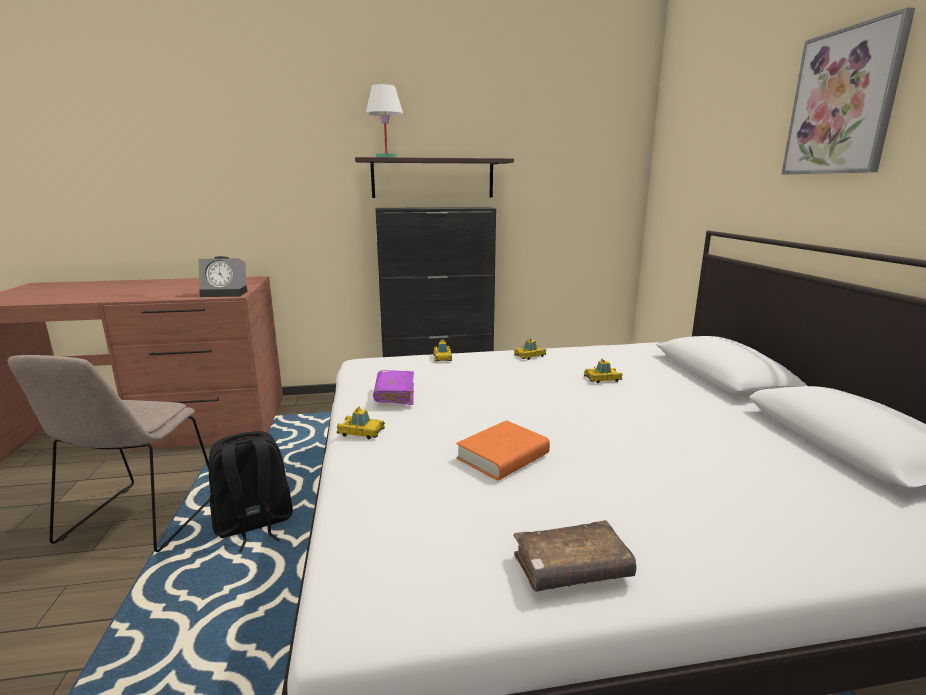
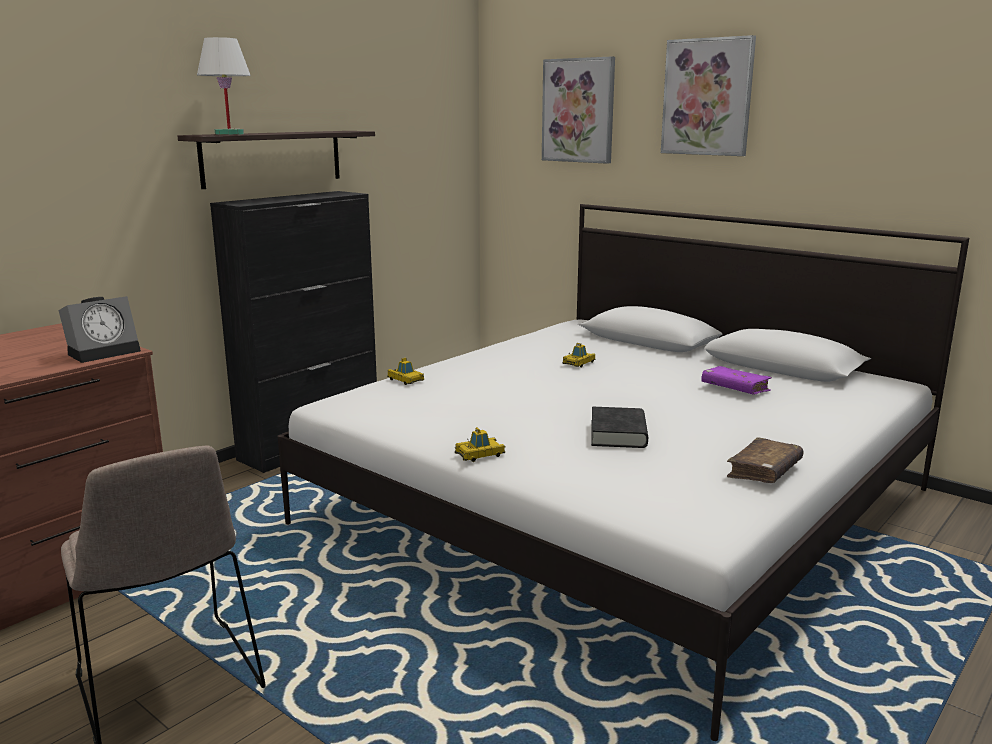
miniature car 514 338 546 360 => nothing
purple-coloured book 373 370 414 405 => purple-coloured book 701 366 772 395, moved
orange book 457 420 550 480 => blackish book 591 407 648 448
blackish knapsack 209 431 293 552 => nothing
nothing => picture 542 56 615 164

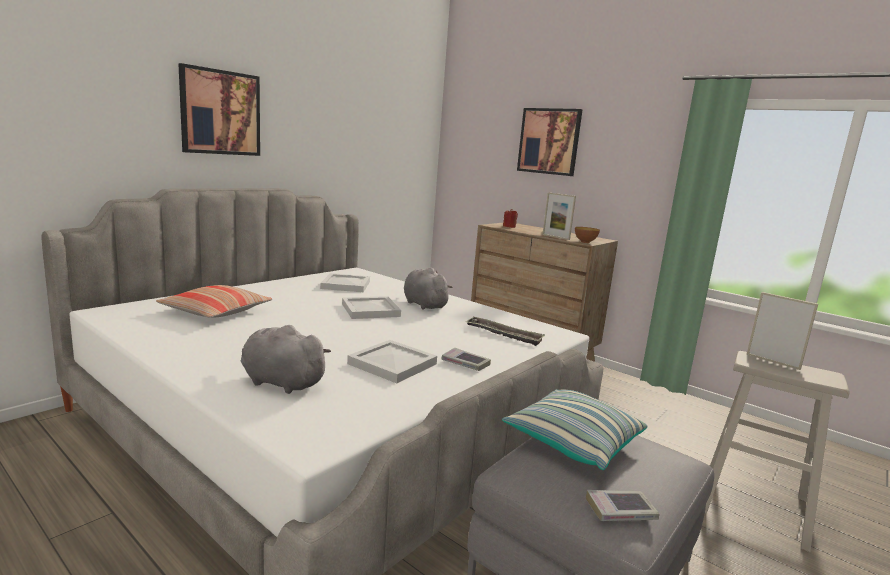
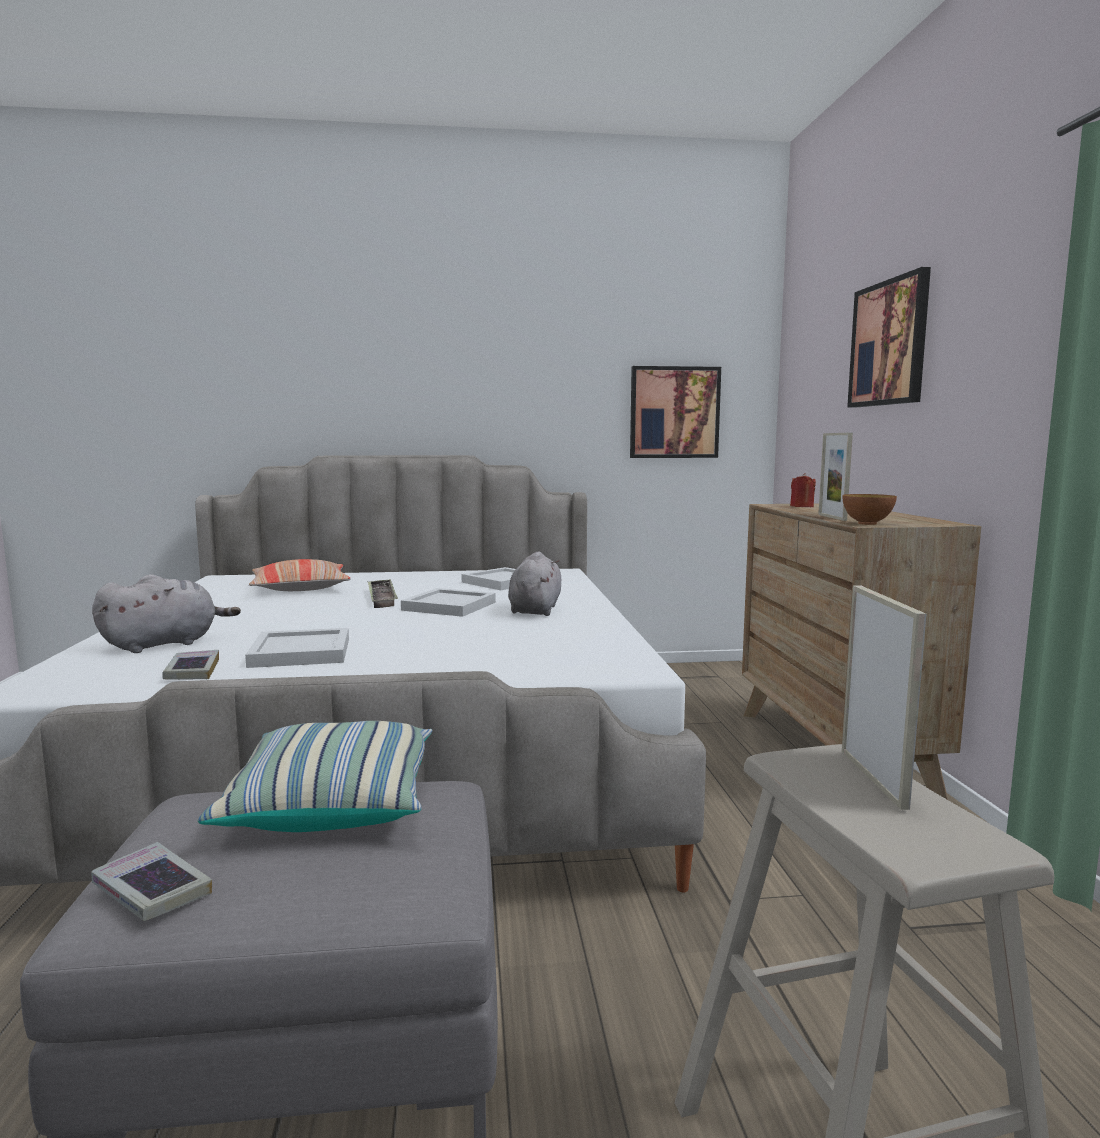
picture 178 63 260 156 => picture 630 366 721 458, moved
serving tray 465 317 545 346 => serving tray 368 579 398 608, moved
grey soft toy 241 325 331 394 => grey soft toy 92 574 241 653, 75 degrees clockwise
book 441 348 491 371 => book 162 650 219 680, moved

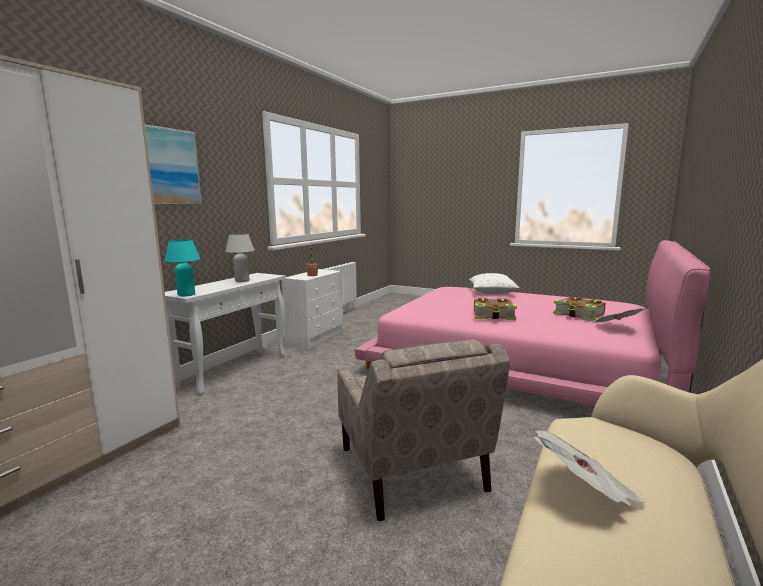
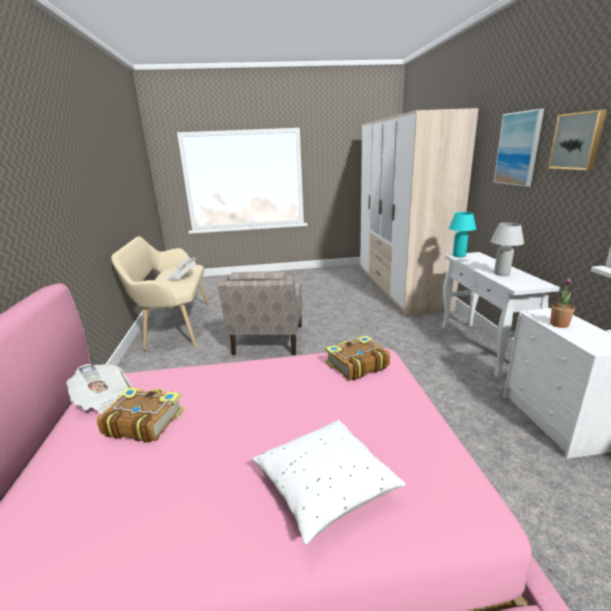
book 474 298 517 320 => book 325 335 390 380, moved
sand-coloured armchair 337 339 510 521 => sand-coloured armchair 218 271 302 355, 120 degrees counterclockwise
nothing => picture 548 109 607 170

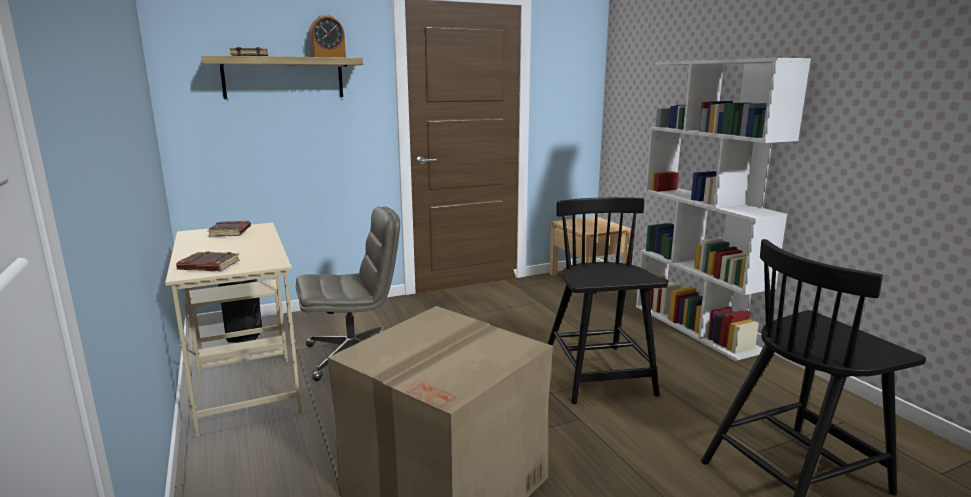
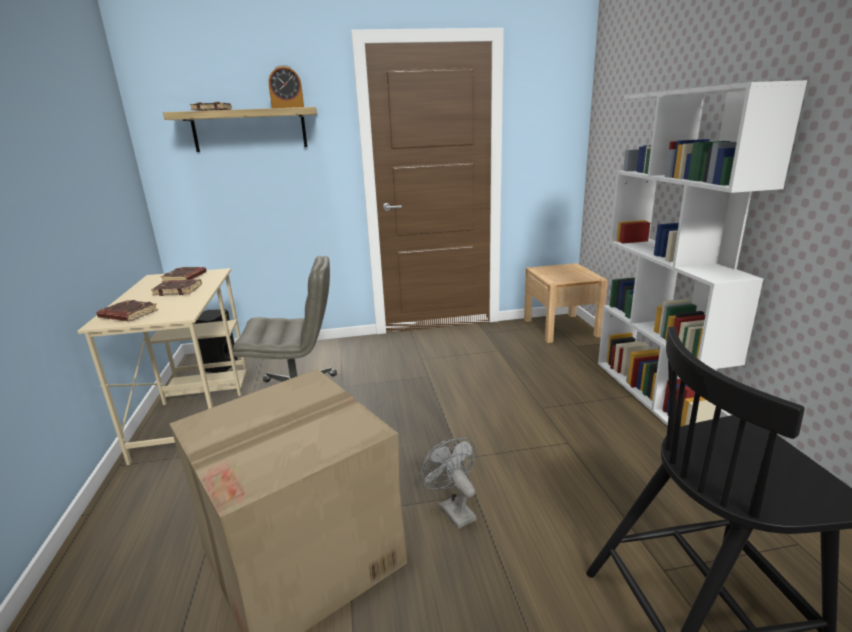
blackish chair 548 197 668 404 => nothing
nothing => brown book 151 279 202 296
nothing => grey electric fan 420 438 477 529

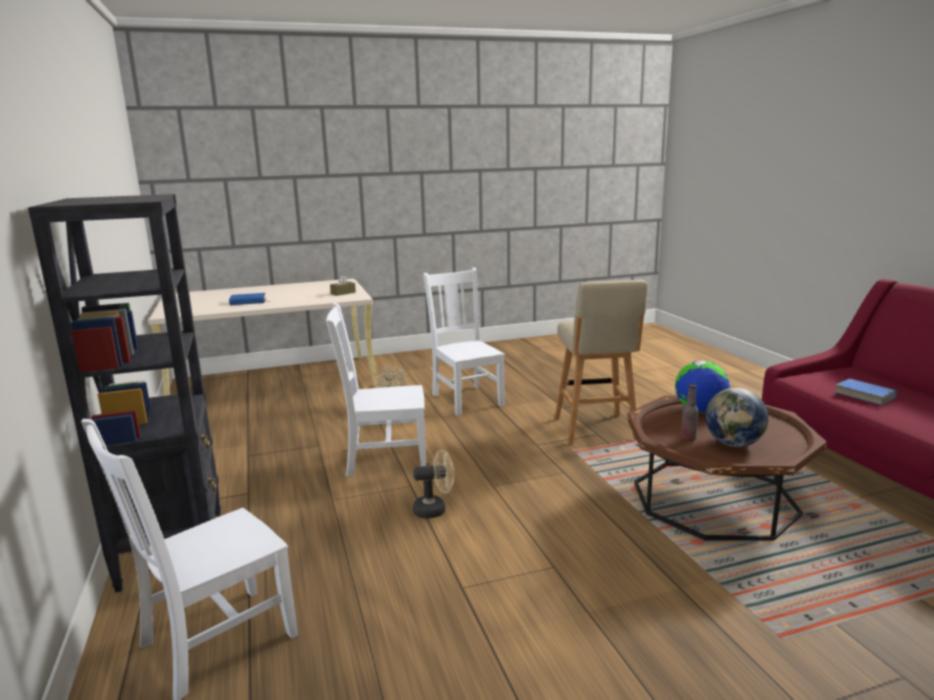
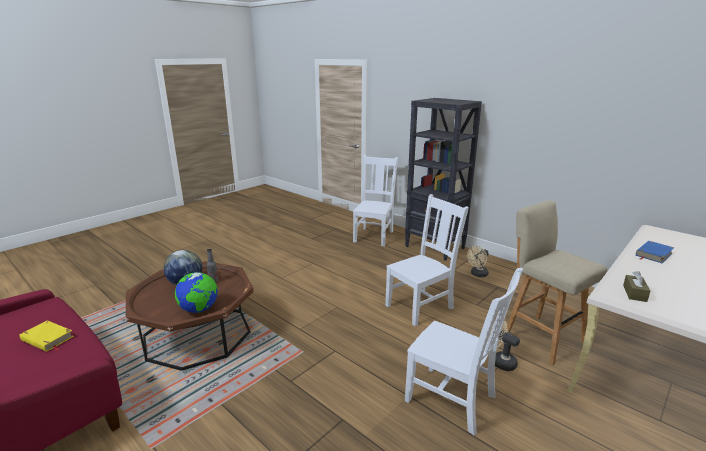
sand-coloured stool 554 280 647 445 => sand-coloured stool 505 200 607 365, moved
blue-coloured book 834 378 897 405 => yellow-coloured book 19 320 74 352
sand-coloured electric fan 413 449 454 518 => sand-coloured electric fan 467 246 489 277, moved

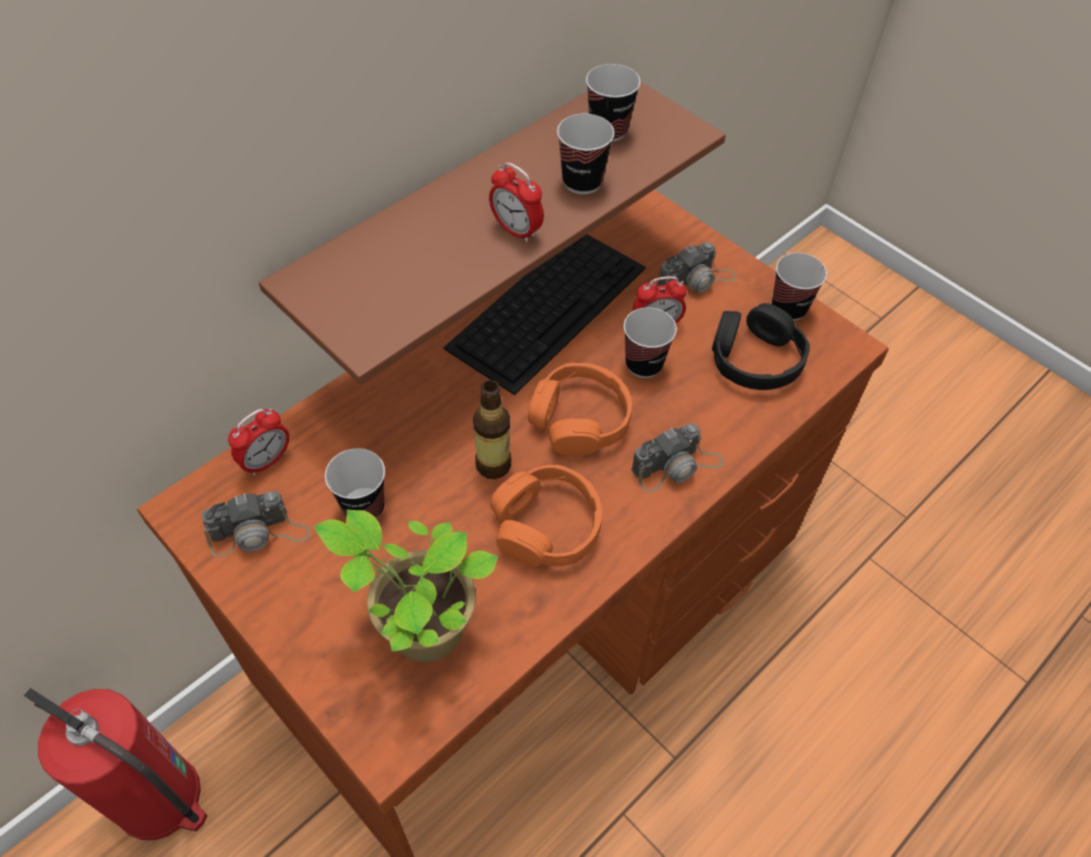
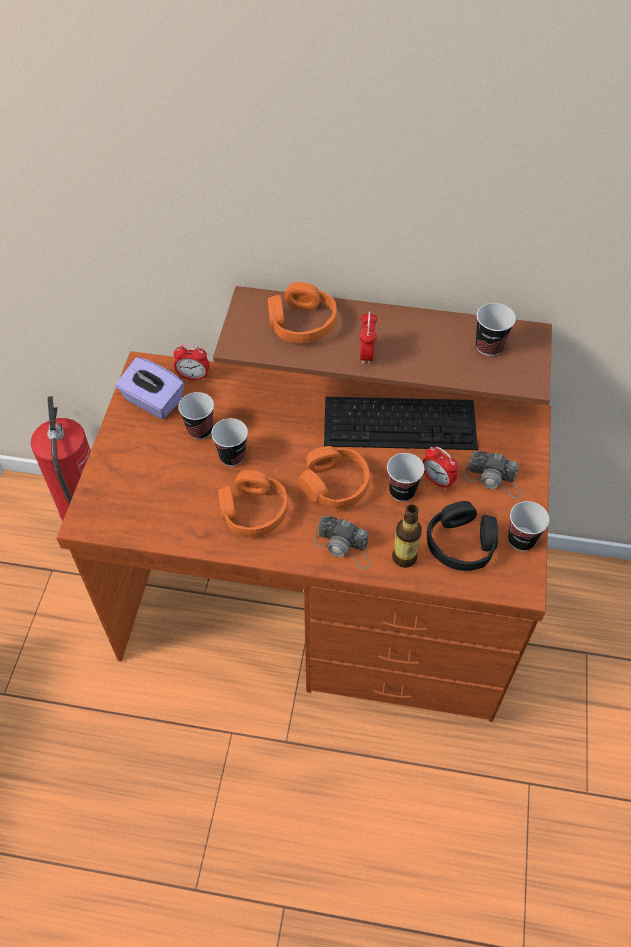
small cup 557 114 614 194 => small cup 211 418 248 466, moved
beverage bottle 473 380 511 479 => beverage bottle 392 504 422 568, moved
still camera 201 491 310 557 => purple-coloured tissue holder 116 357 184 419
potted plant 314 509 498 662 => nothing
nothing => orange pair of headphones 268 282 337 343

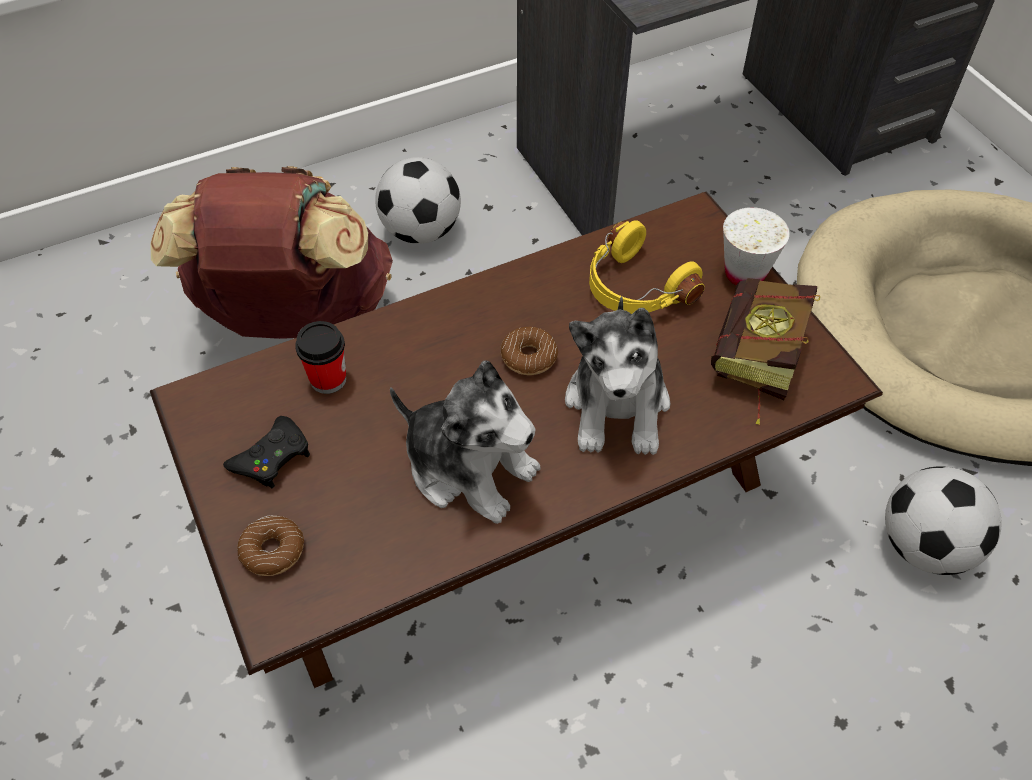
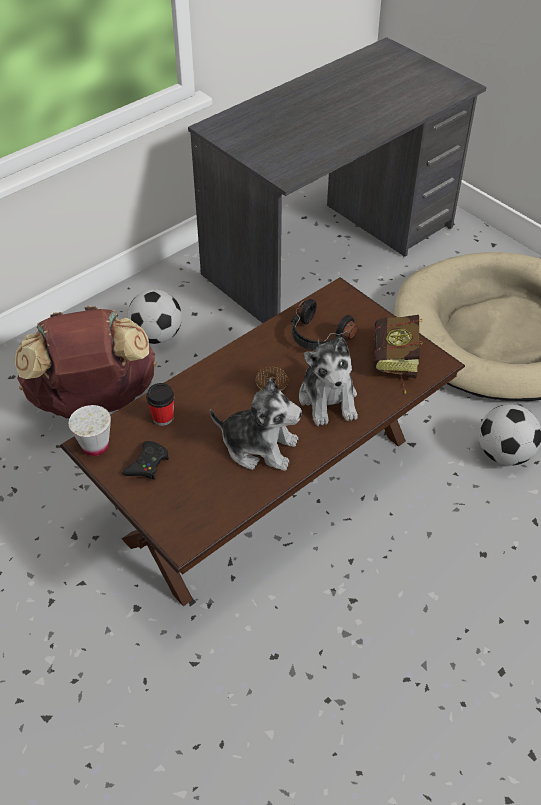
whitish small cup 723 207 790 286 => whitish small cup 69 405 111 456, moved
yellow-coloured pair of headphones 589 220 705 314 => blackish pair of headphones 291 299 358 350
donut 237 515 304 576 => nothing

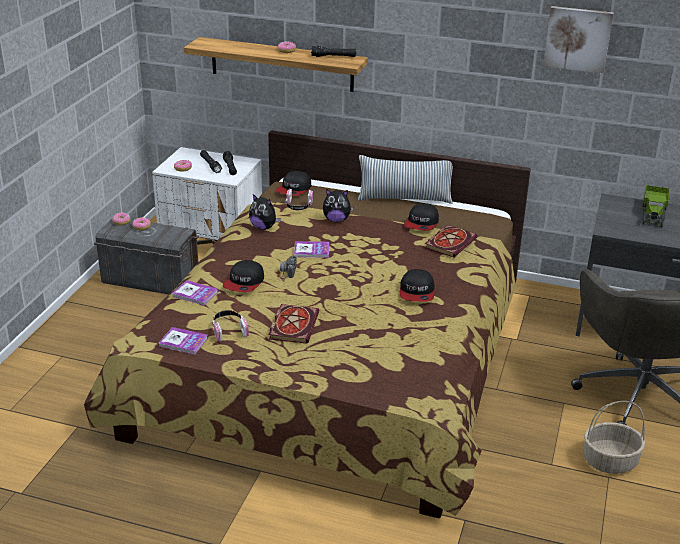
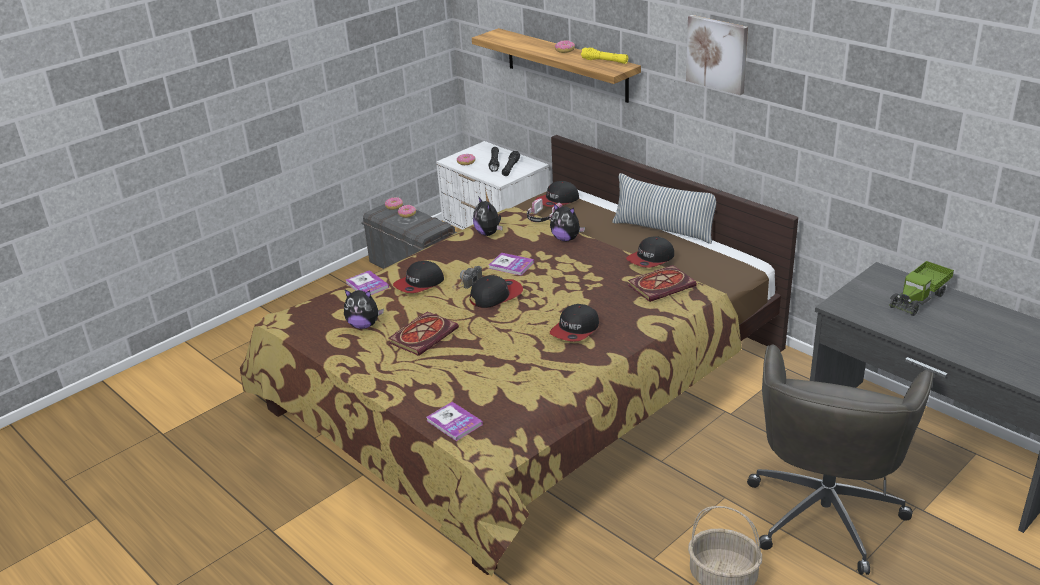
picture 543 6 614 74 => picture 686 15 748 95, moved
blackish hand torch 311 46 356 57 => yellow-coloured hand torch 581 47 628 64
pair of headphones 212 310 249 341 => soft toy 344 290 384 329
book 159 327 208 355 => book 426 402 483 441, moved
nothing => peaked cap 470 275 523 308

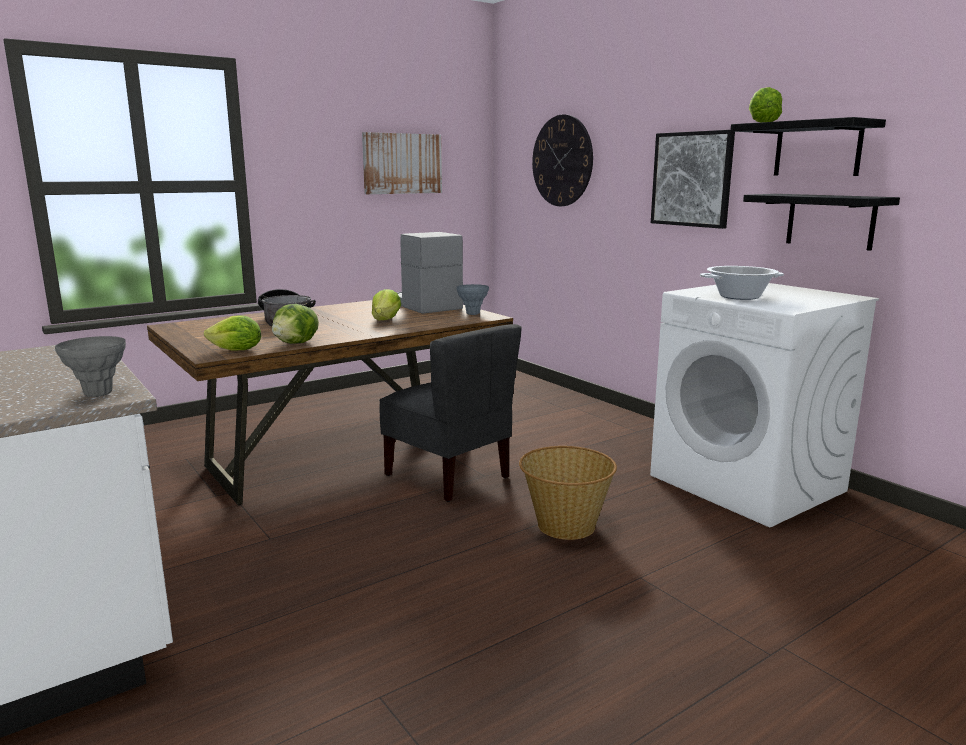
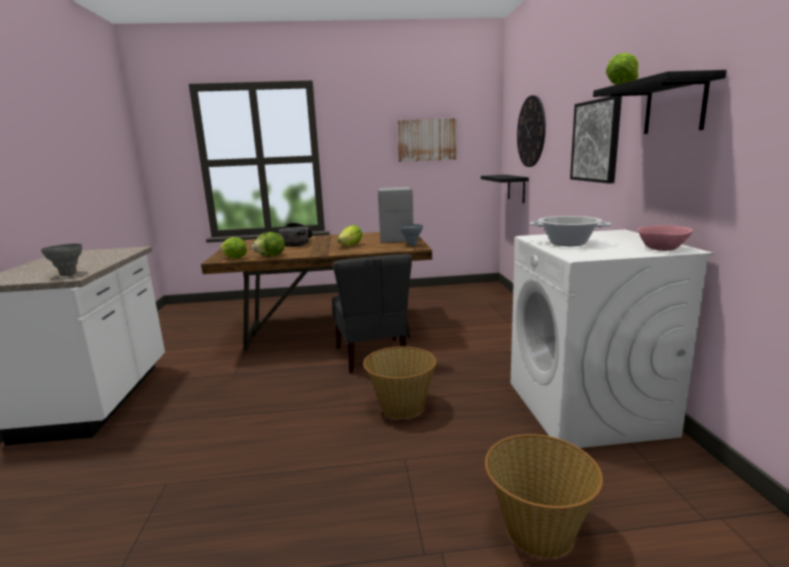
blackish bracket shelf 743 194 900 251 => blackish bracket shelf 481 175 529 203, moved
nothing => pinkish deep dish 638 225 693 251
nothing => storage basket 485 434 603 558

